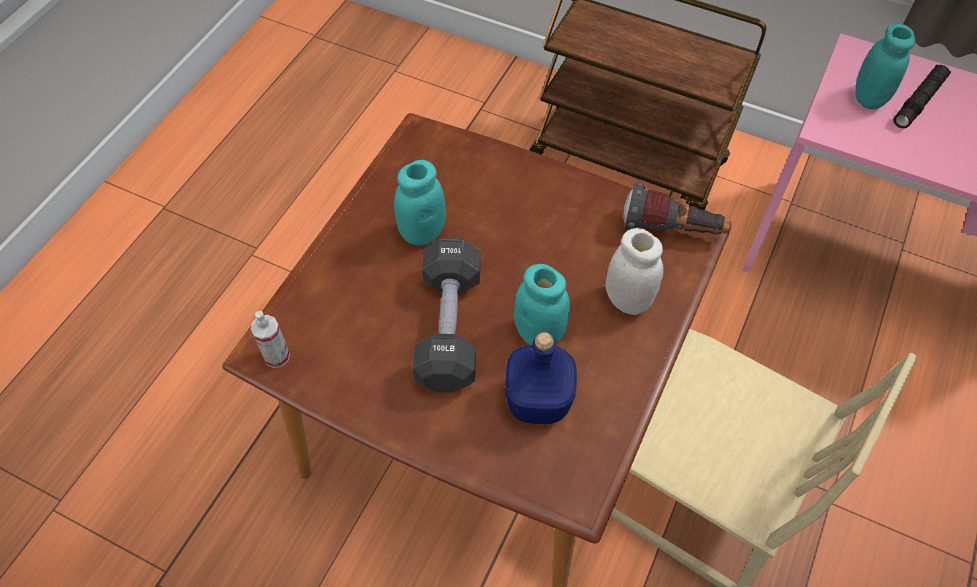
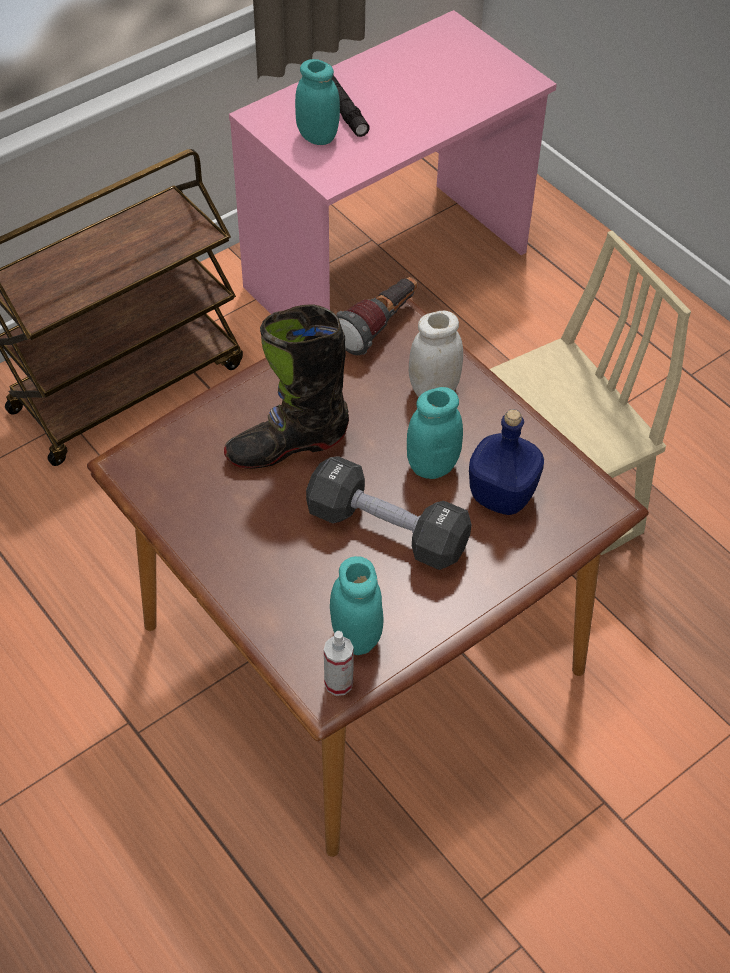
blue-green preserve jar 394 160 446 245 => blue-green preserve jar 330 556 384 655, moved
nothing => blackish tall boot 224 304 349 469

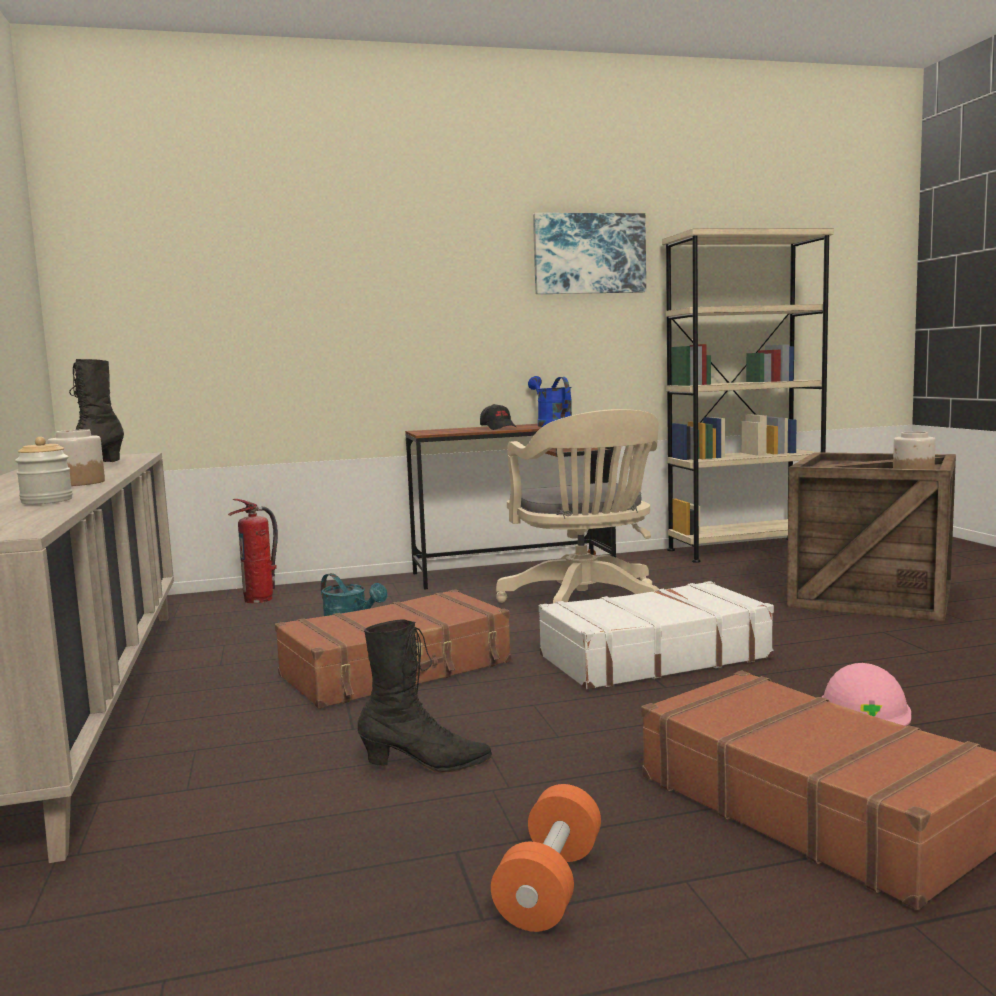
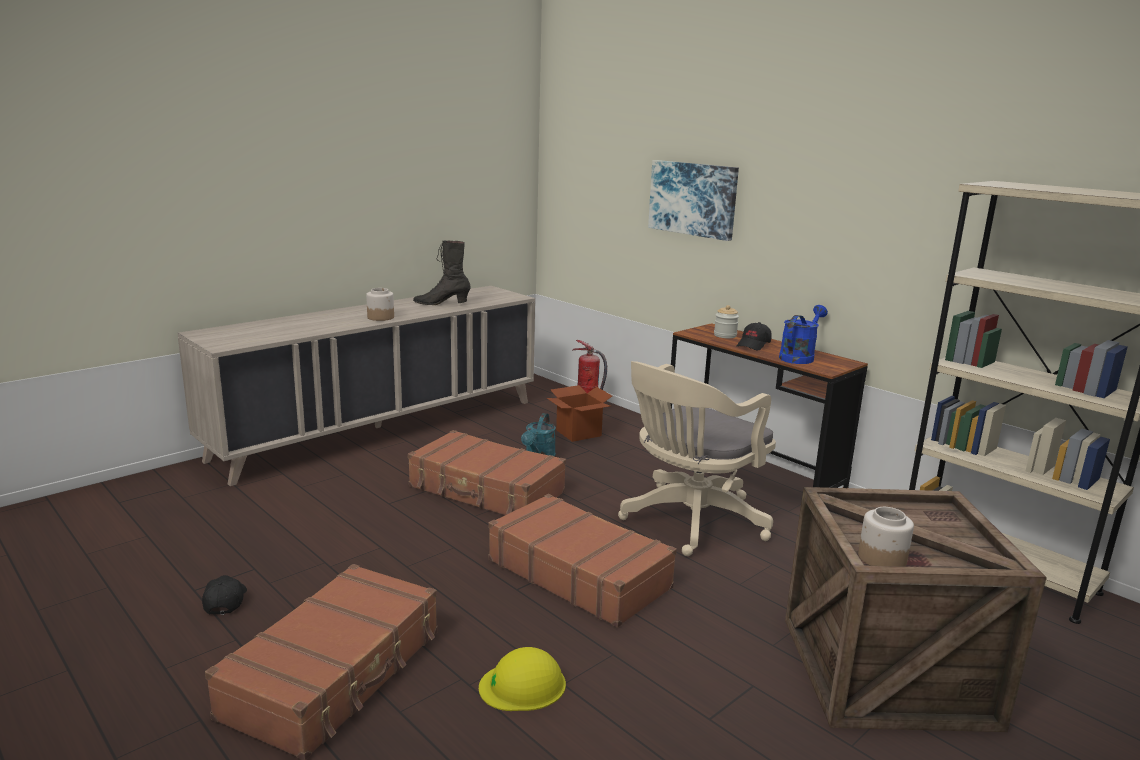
picture 533 213 646 294 => picture 648 160 739 241, moved
preserve jar 15 437 73 504 => preserve jar 714 305 739 338, moved
whitish travel case 539 581 774 690 => brown travel case 488 494 677 628
blackish tall boot 358 619 492 773 => nothing
pinkish work helmet 822 663 911 726 => yellow-coloured work helmet 479 647 566 711
orange hand weight 491 784 601 932 => blackish peaked cap 202 575 247 615
nothing => cardboard box 547 385 612 442

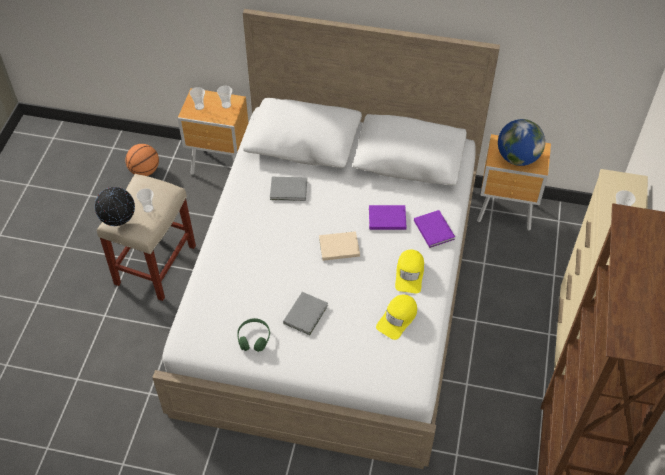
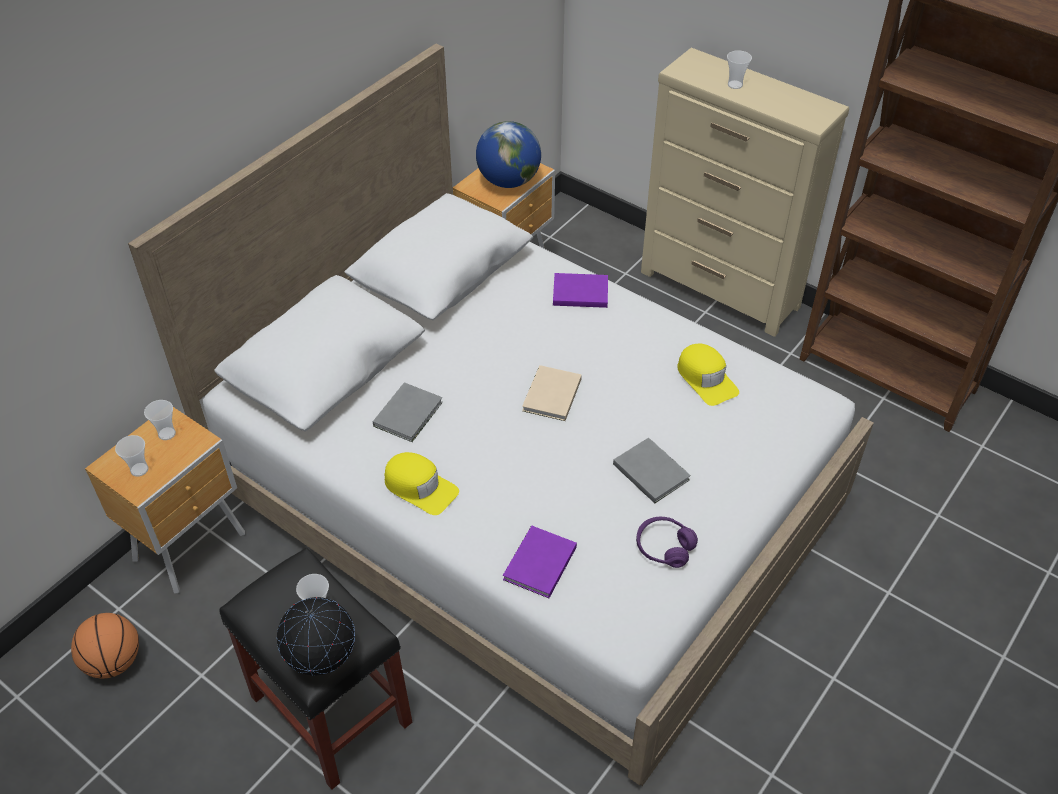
sand-coloured stool 97 174 196 301 => blackish stool 220 547 412 790
purple-coloured book 369 205 407 230 => purple-coloured book 503 525 577 598, moved
yellow-coloured peaked cap 395 250 424 293 => yellow-coloured peaked cap 384 452 459 515, moved
greenish pair of headphones 237 318 270 352 => purple-coloured pair of headphones 636 517 698 568

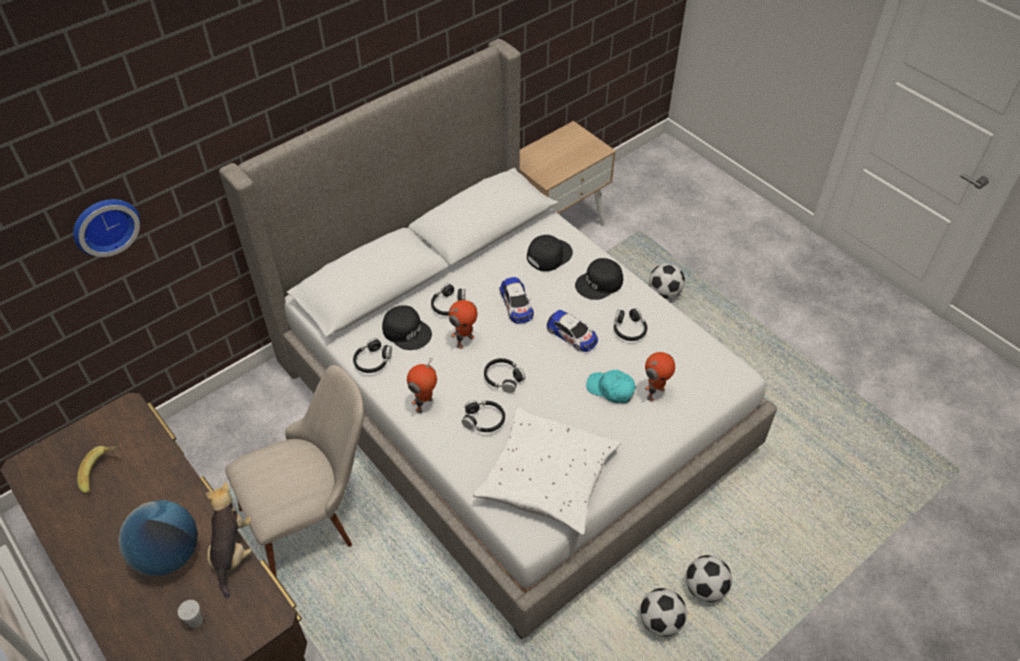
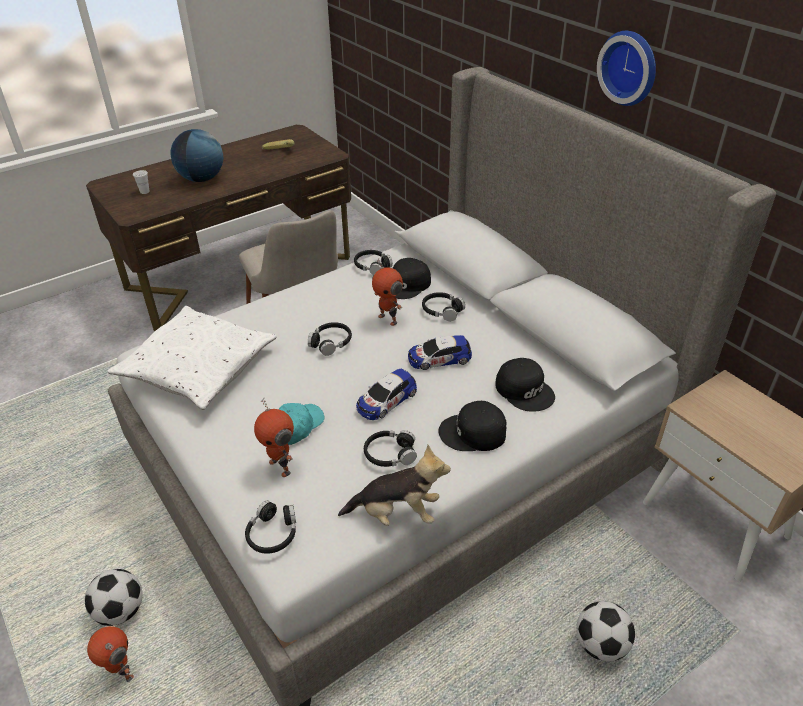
clock on the wall 73 199 140 257 => clock on the wall 597 31 656 106, moved
blackish peaked cap 575 258 623 300 => blackish peaked cap 439 401 506 451, 60 degrees counterclockwise
robot figure 407 358 437 413 => robot figure 87 626 134 682, moved
blackish pair of headphones 462 400 505 432 => blackish pair of headphones 245 500 296 554, moved
soft toy 205 482 252 599 => soft toy 338 445 451 526, moved
football 640 588 687 637 => nothing

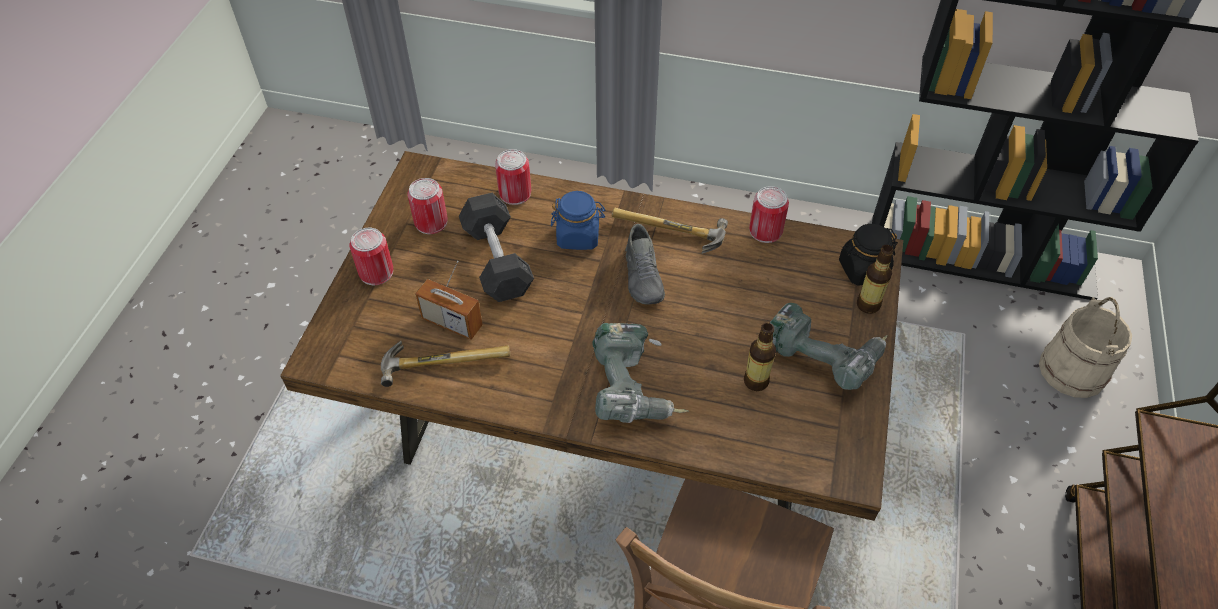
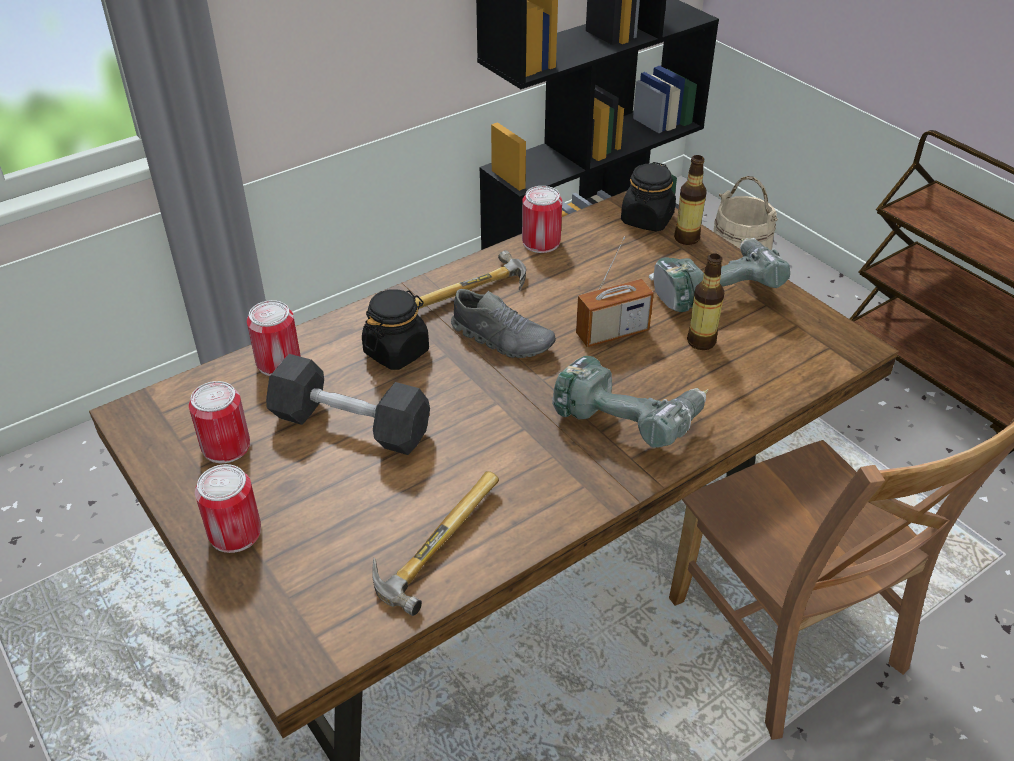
blue-coloured preserve jar 551 191 605 250 => blackish preserve jar 362 289 429 370
radio set 415 261 483 340 => radio set 576 236 654 347, moved

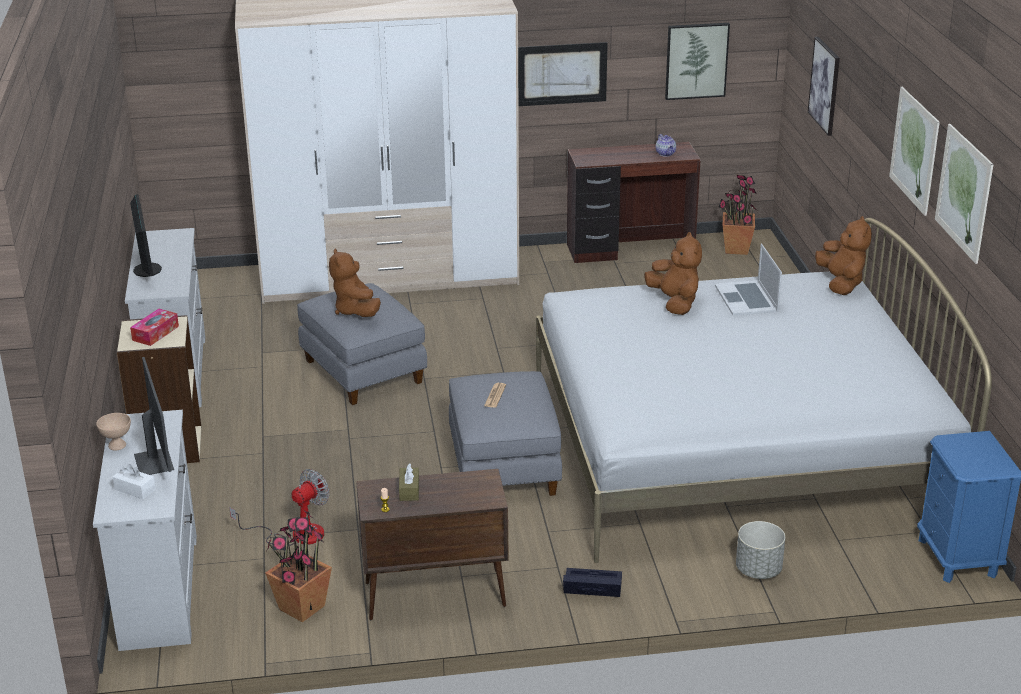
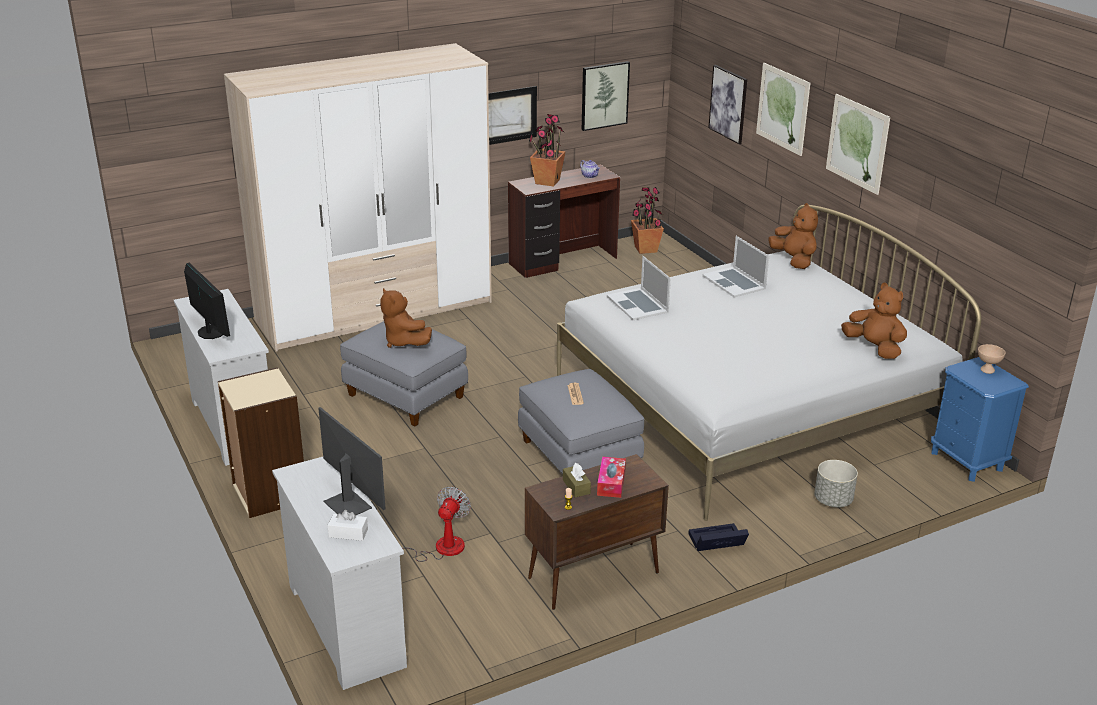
picture 935 124 993 264 => picture 756 63 810 156, moved
brown soft toy 644 232 702 315 => brown soft toy 841 283 907 359, moved
tissue holder 130 309 179 346 => tissue holder 597 457 626 498, moved
sand-coloured deep dish 96 413 131 451 => sand-coloured deep dish 978 344 1005 374, moved
potted plant 265 509 332 622 => potted plant 529 114 566 187, moved
nothing => portable computer 607 256 671 320

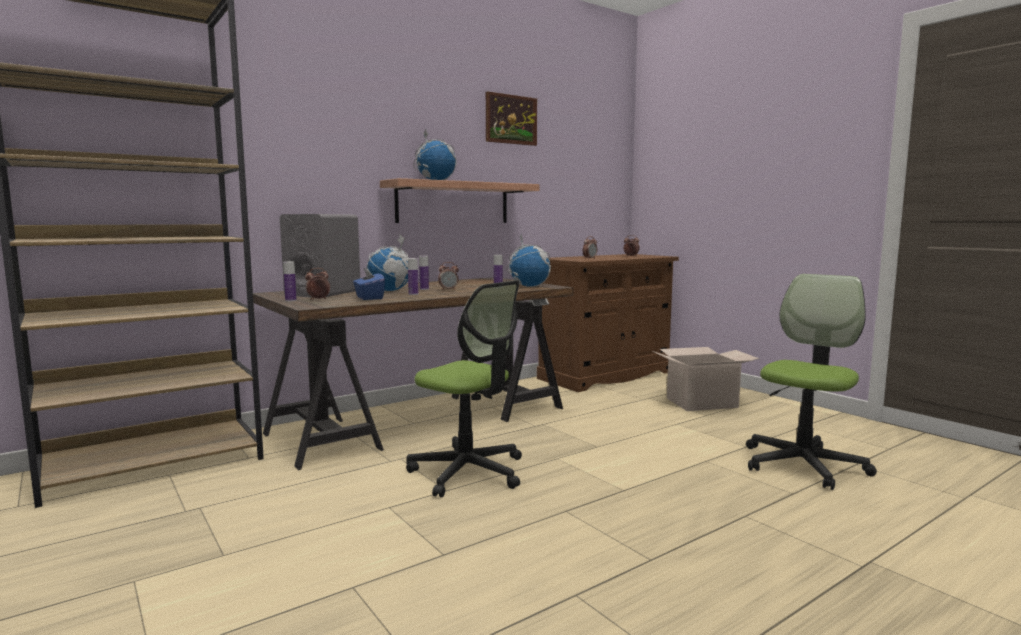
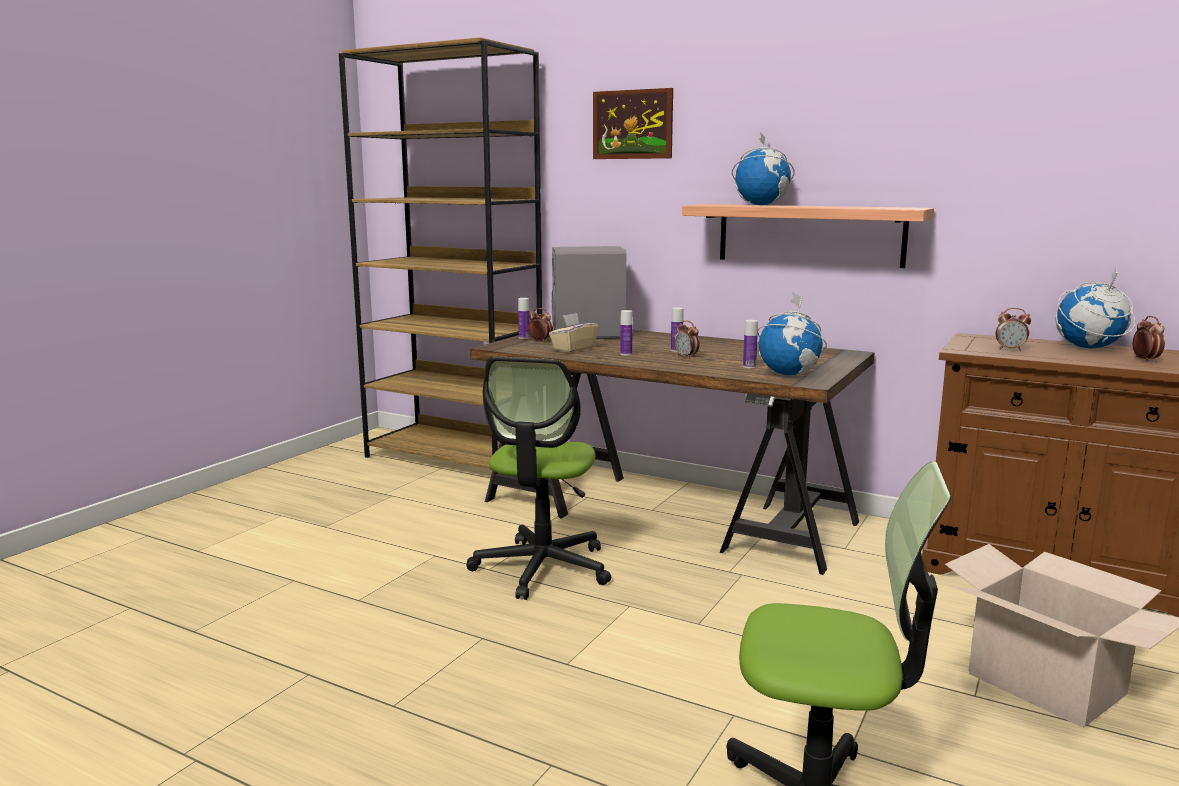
picture 486 91 537 146 => picture 593 88 673 159, moved
world globe 366 234 408 291 => world globe 1055 267 1136 348, moved
blue-coloured tissue holder 353 267 385 300 => sand-coloured tissue holder 549 313 598 353

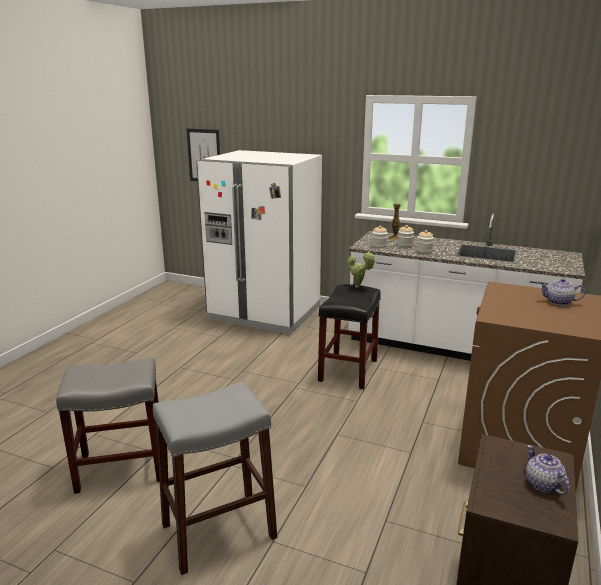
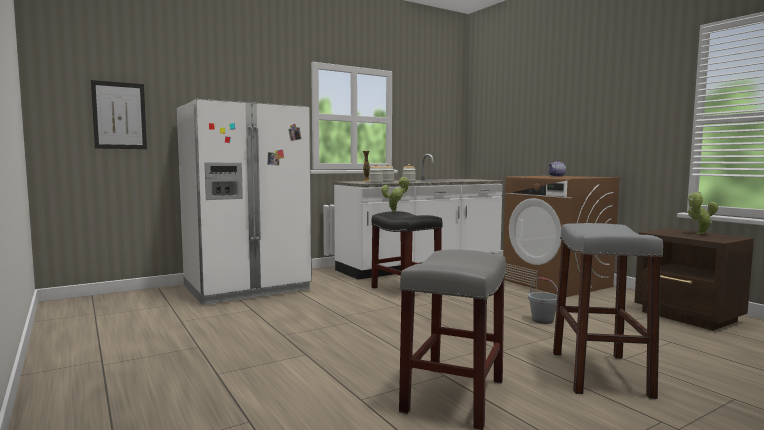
pot for tea 526 445 570 495 => potted plant 688 192 718 234
nothing => grey water bucket 528 277 558 324

